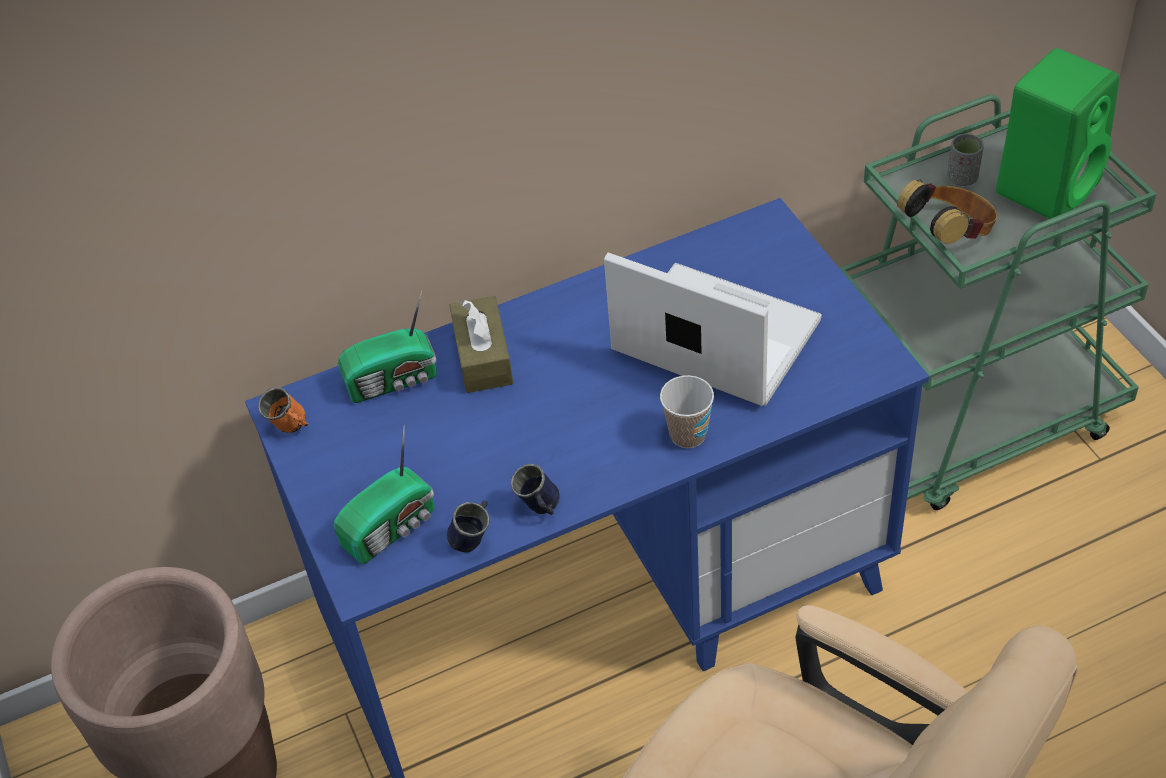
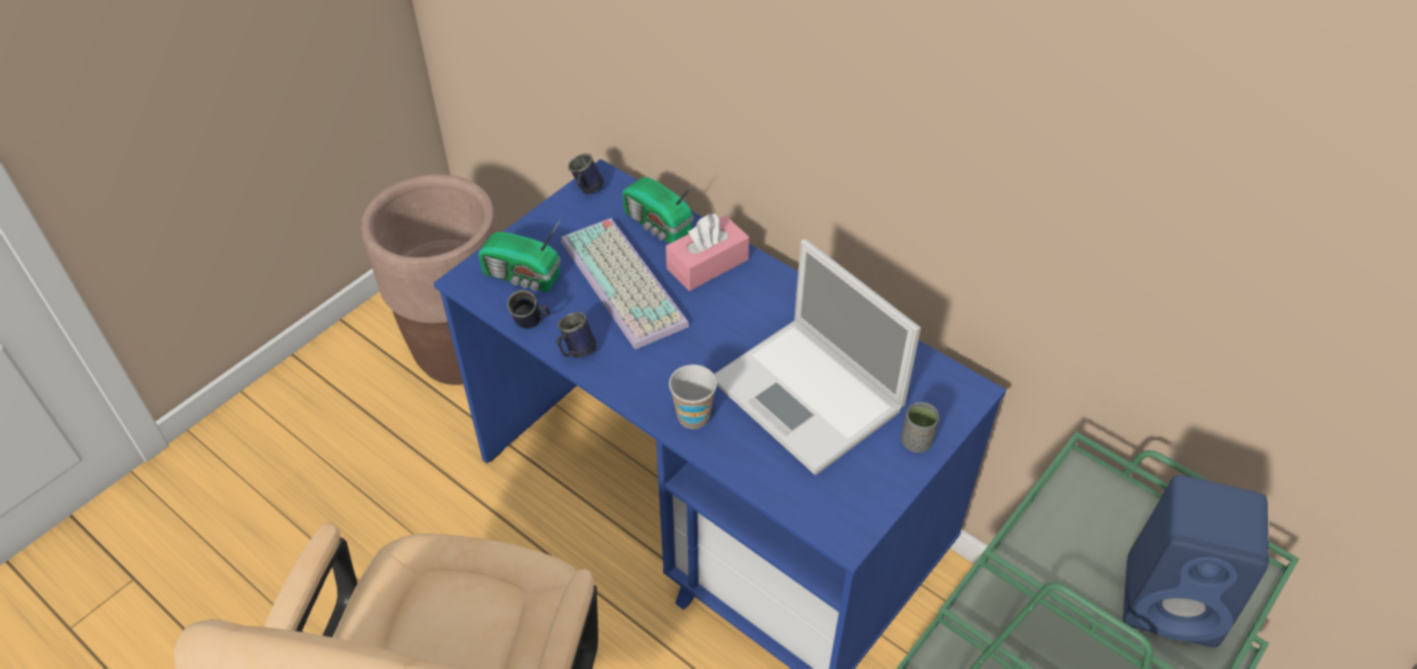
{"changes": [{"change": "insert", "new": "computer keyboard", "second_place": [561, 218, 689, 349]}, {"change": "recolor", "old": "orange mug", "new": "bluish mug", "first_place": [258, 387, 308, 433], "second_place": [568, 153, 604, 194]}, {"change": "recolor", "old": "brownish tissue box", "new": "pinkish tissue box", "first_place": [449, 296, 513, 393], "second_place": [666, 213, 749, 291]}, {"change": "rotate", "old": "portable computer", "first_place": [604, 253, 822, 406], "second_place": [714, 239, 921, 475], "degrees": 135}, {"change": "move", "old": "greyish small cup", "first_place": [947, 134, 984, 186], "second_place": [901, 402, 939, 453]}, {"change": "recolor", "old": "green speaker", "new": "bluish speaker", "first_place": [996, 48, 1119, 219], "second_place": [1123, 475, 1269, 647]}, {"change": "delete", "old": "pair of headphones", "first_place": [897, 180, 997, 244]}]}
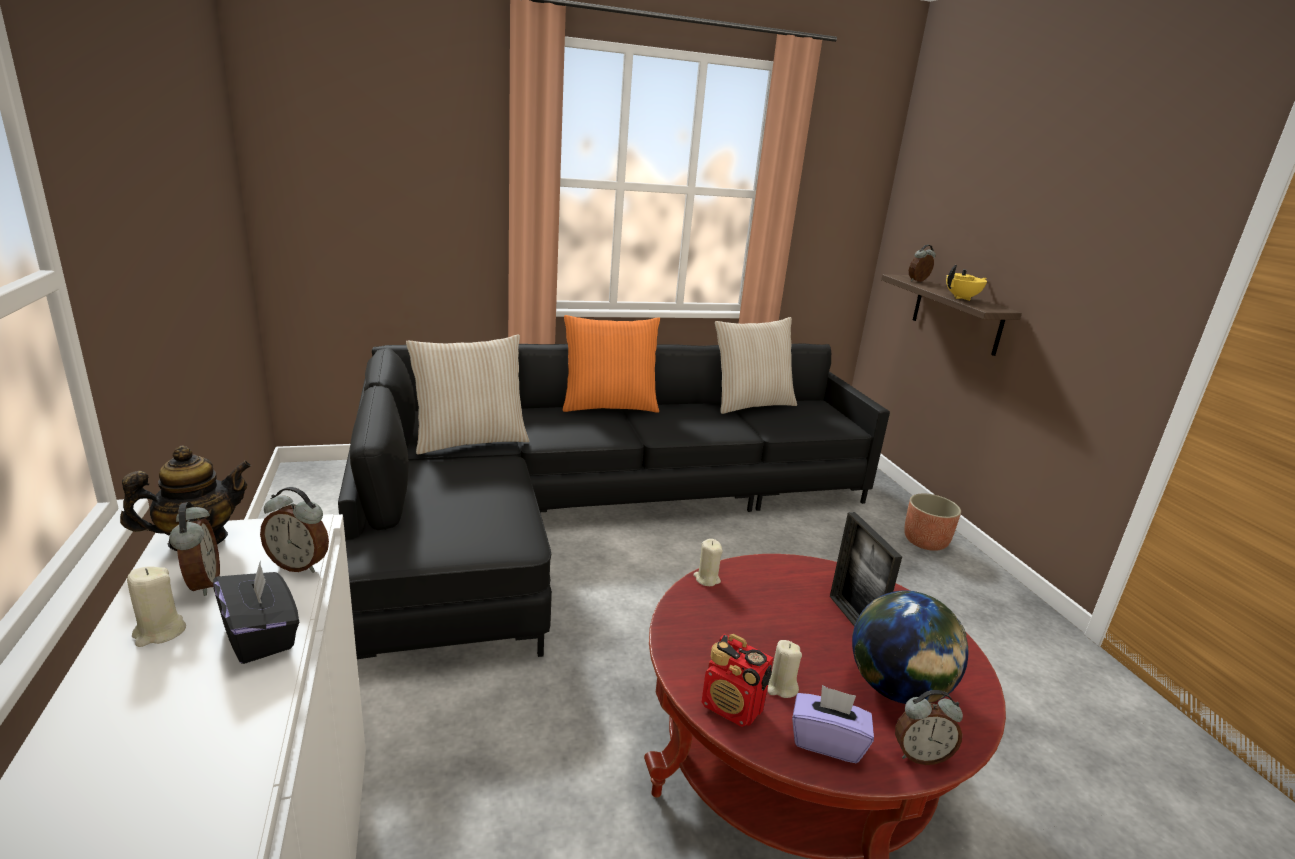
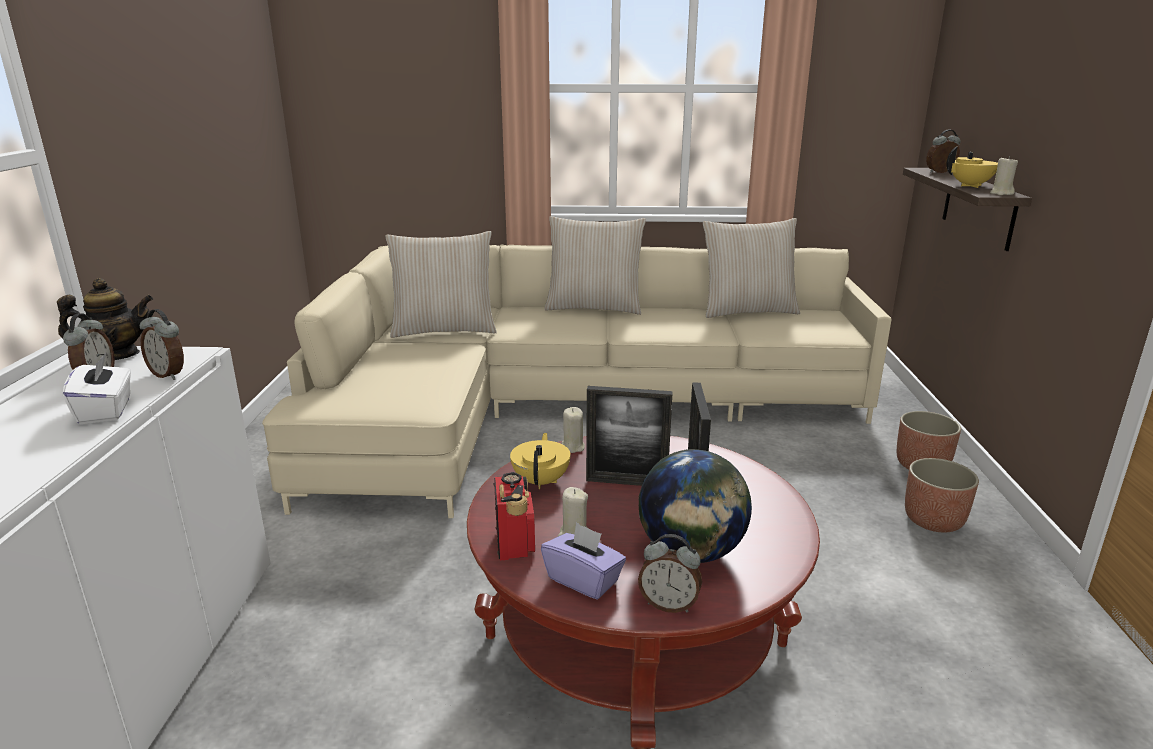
{"changes": [{"change": "recolor", "old": "black-coloured tissue box", "new": "white tissue box", "first_place": [213, 560, 299, 664], "second_place": [63, 353, 131, 424]}, {"change": "recolor", "old": "black-coloured settee", "new": "beige-coloured settee", "first_place": [338, 343, 890, 659], "second_place": [262, 244, 891, 518]}, {"change": "rotate", "old": "radio set", "first_place": [702, 634, 773, 727], "second_place": [493, 472, 535, 560], "degrees": -150}, {"change": "insert", "new": "yellow-coloured teapot", "second_place": [510, 433, 571, 489]}, {"change": "recolor", "old": "orange cushion", "new": "beige-coloured cushion", "first_place": [563, 315, 660, 413], "second_place": [545, 216, 646, 315]}, {"change": "insert", "new": "standing frame", "second_place": [586, 386, 673, 486]}, {"change": "insert", "new": "planter", "second_place": [905, 458, 979, 532]}, {"change": "move", "old": "beige-coloured wax light", "first_place": [127, 566, 186, 647], "second_place": [990, 156, 1018, 195]}]}
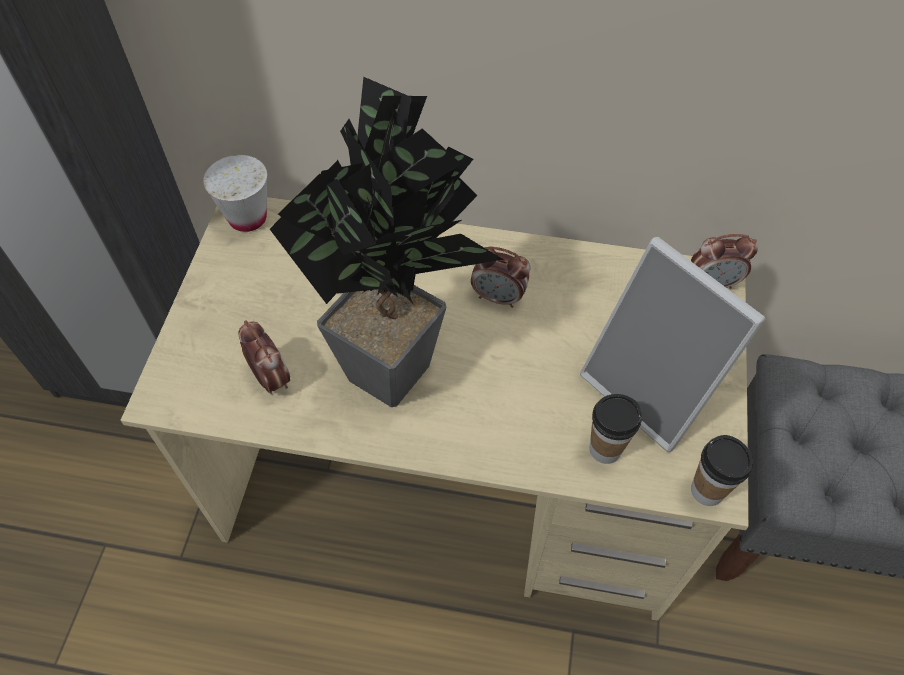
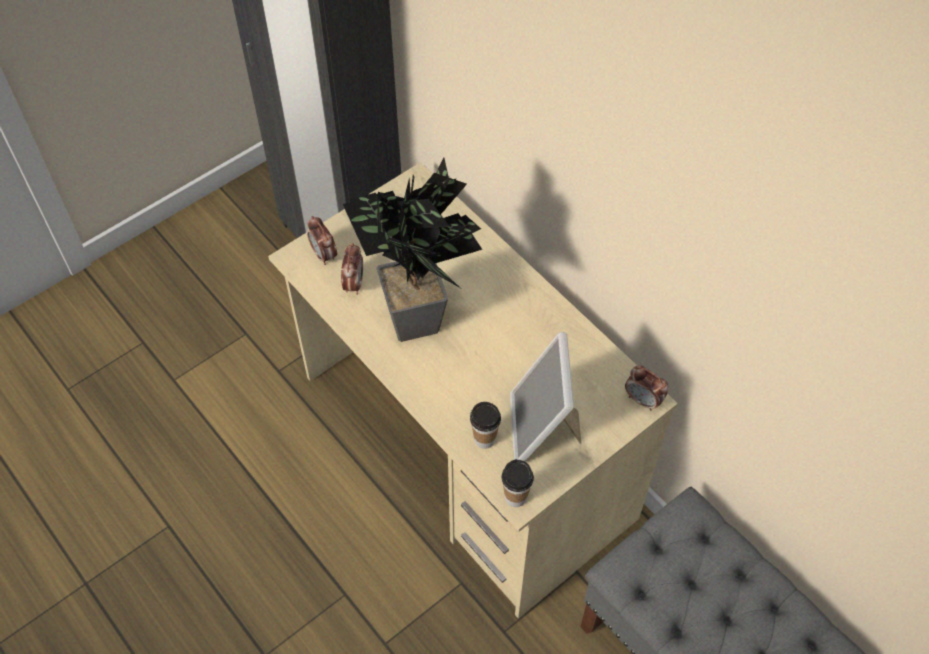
{"changes": [{"change": "move", "old": "alarm clock", "first_place": [471, 247, 530, 308], "second_place": [307, 216, 337, 265]}, {"change": "delete", "old": "white small cup", "first_place": [203, 155, 267, 232]}]}
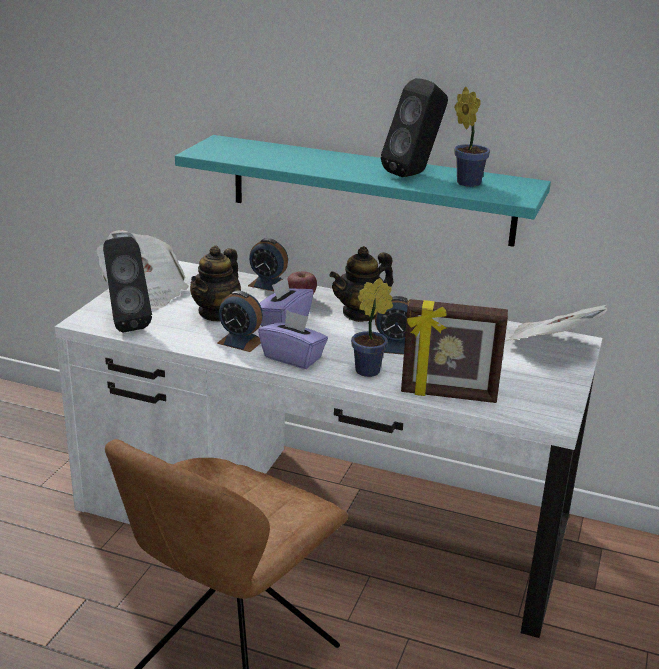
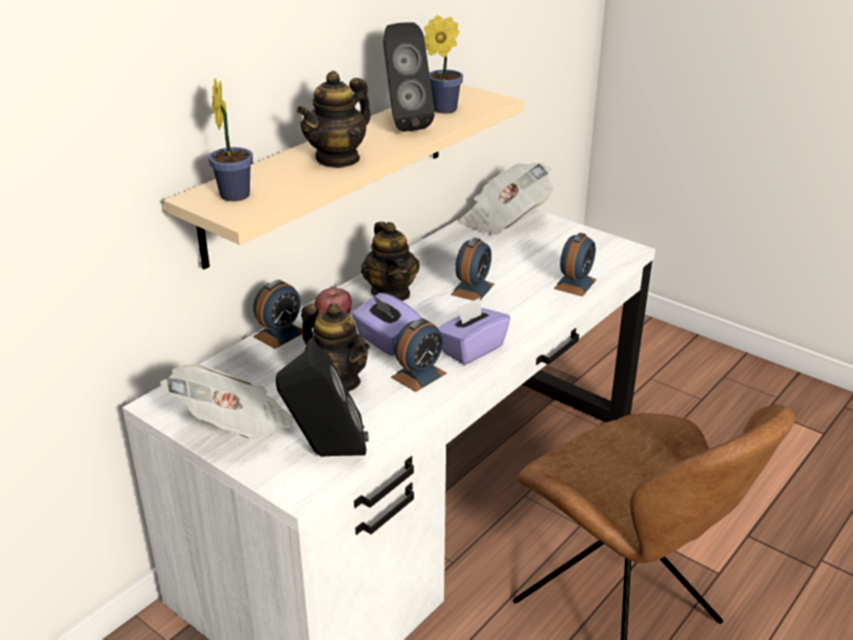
{"changes": [{"change": "recolor", "old": "turquoise-coloured shelf", "new": "beige-coloured shelf", "first_place": [175, 135, 551, 247], "second_place": [164, 84, 524, 269]}, {"change": "move", "old": "houseplant", "first_place": [351, 278, 393, 377], "second_place": [208, 78, 253, 201]}, {"change": "insert", "new": "teapot", "second_place": [297, 71, 371, 168]}, {"change": "replace", "old": "standing frame", "new": "alarm clock", "first_place": [401, 299, 508, 403], "second_place": [554, 233, 597, 297]}]}
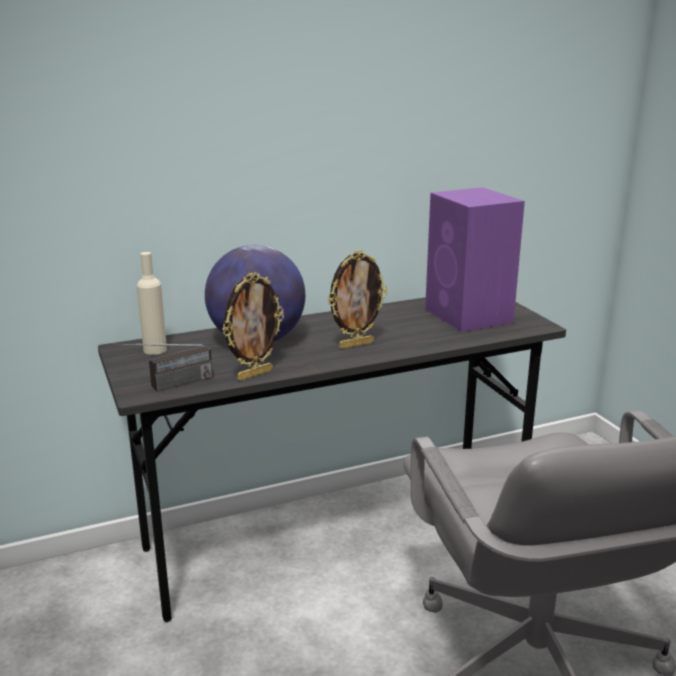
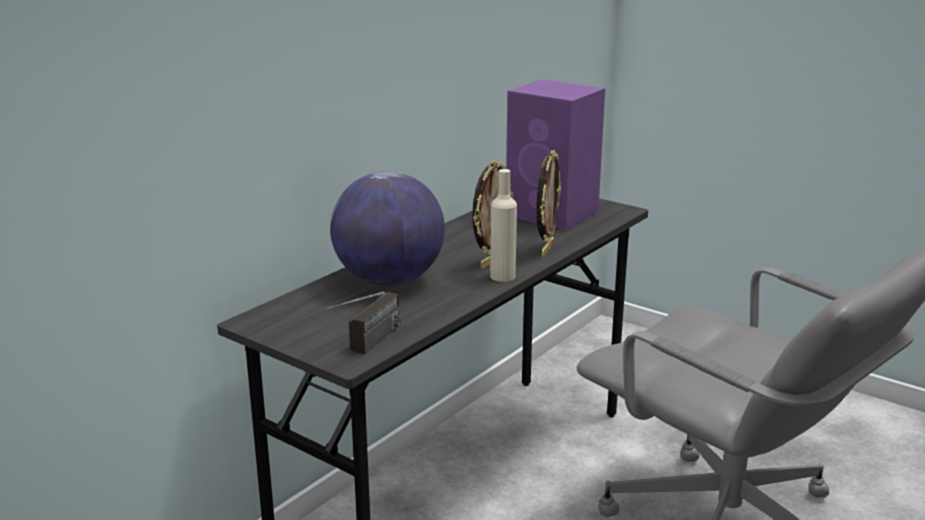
{"changes": [{"change": "move", "old": "beige-coloured drink bottle", "first_place": [137, 252, 167, 355], "second_place": [490, 169, 517, 282]}, {"change": "move", "old": "standing frame", "first_place": [222, 272, 284, 381], "second_place": [537, 150, 561, 257]}]}
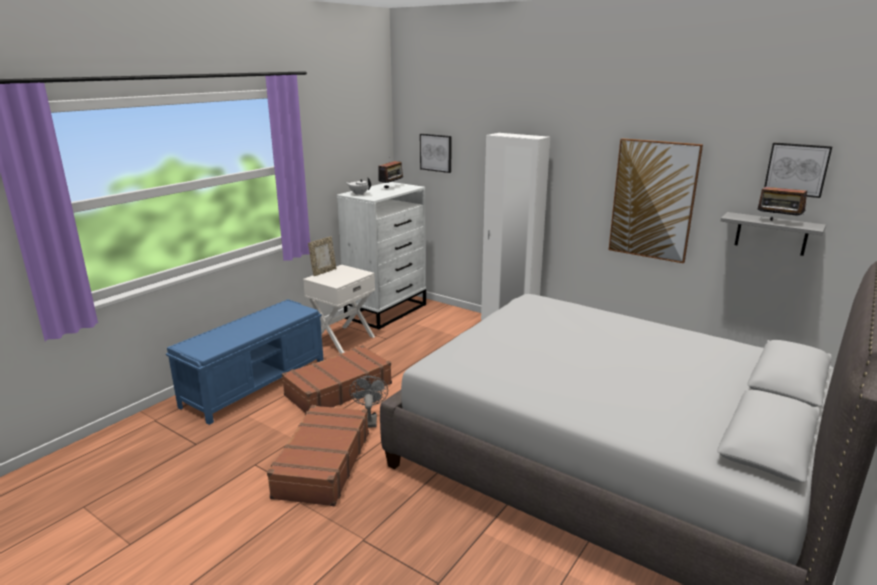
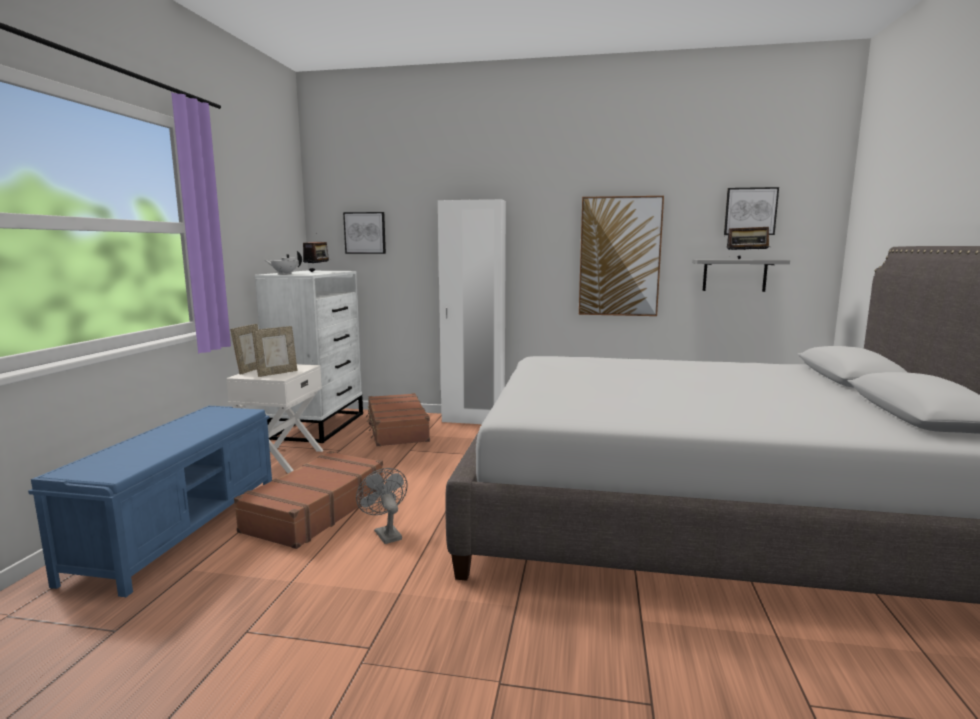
{"changes": [{"change": "insert", "new": "standing frame", "second_place": [252, 326, 298, 377]}, {"change": "move", "old": "brownish piece of luggage", "first_place": [267, 405, 369, 506], "second_place": [366, 393, 430, 446]}]}
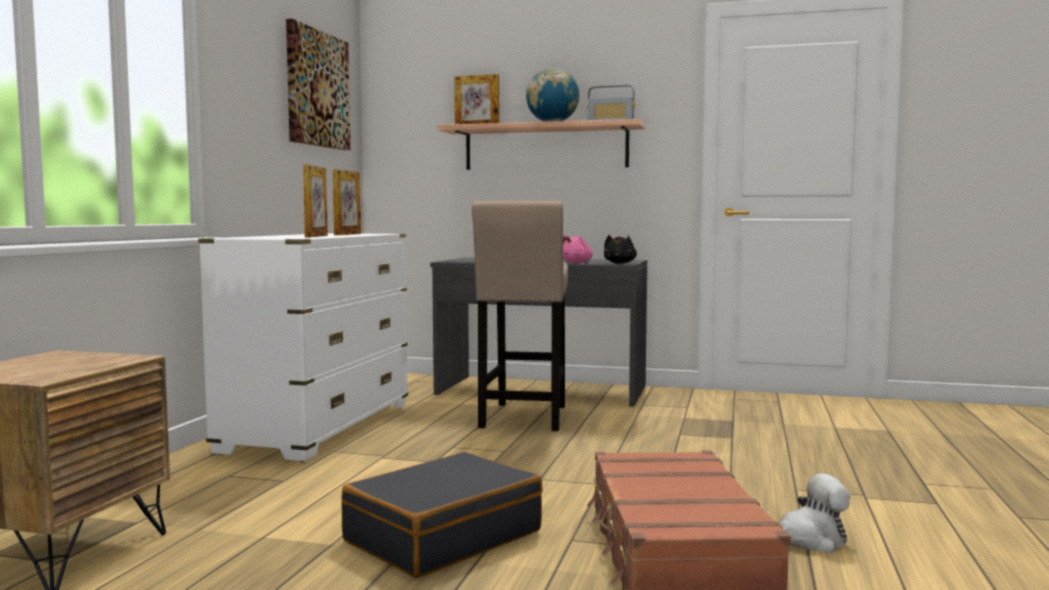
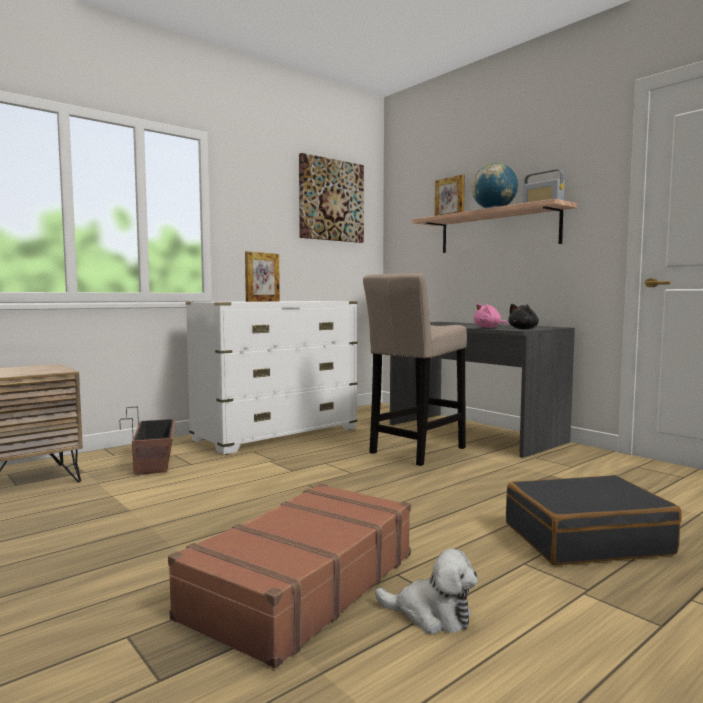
{"changes": [{"change": "insert", "new": "planter", "second_place": [120, 407, 175, 475]}, {"change": "move", "old": "black-coloured piece of luggage", "first_place": [341, 452, 543, 578], "second_place": [506, 475, 682, 565]}, {"change": "delete", "old": "standing frame", "first_place": [333, 169, 361, 235]}]}
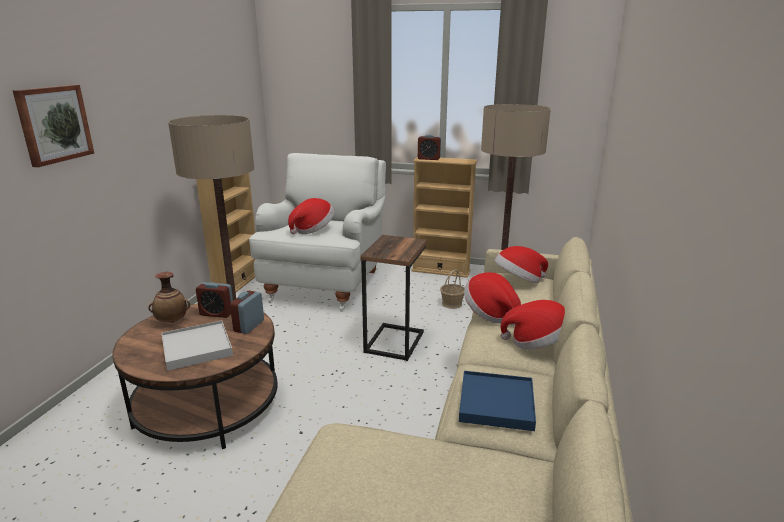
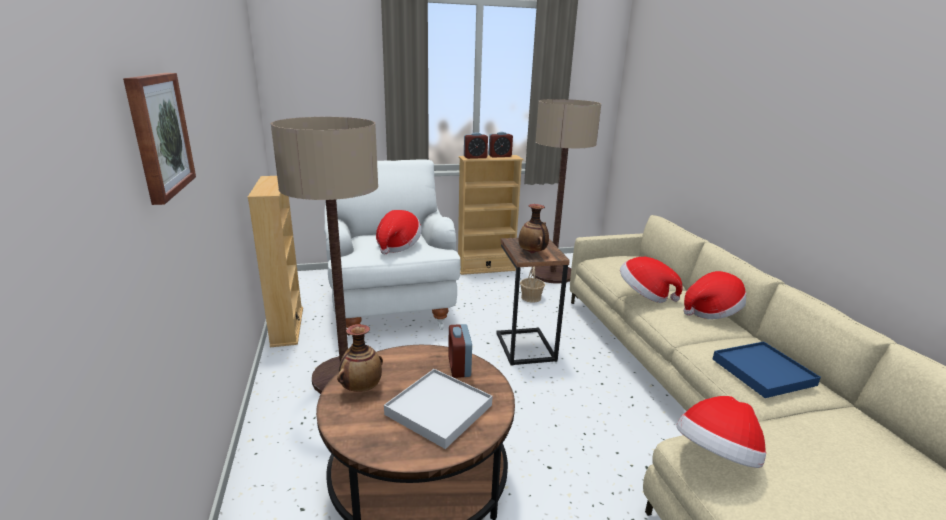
{"changes": [{"change": "move", "old": "alarm clock", "first_place": [196, 282, 233, 318], "second_place": [489, 132, 513, 158]}, {"change": "insert", "new": "vase", "second_place": [518, 204, 549, 253]}, {"change": "move", "old": "hat", "first_place": [494, 246, 548, 283], "second_place": [676, 396, 766, 468]}]}
